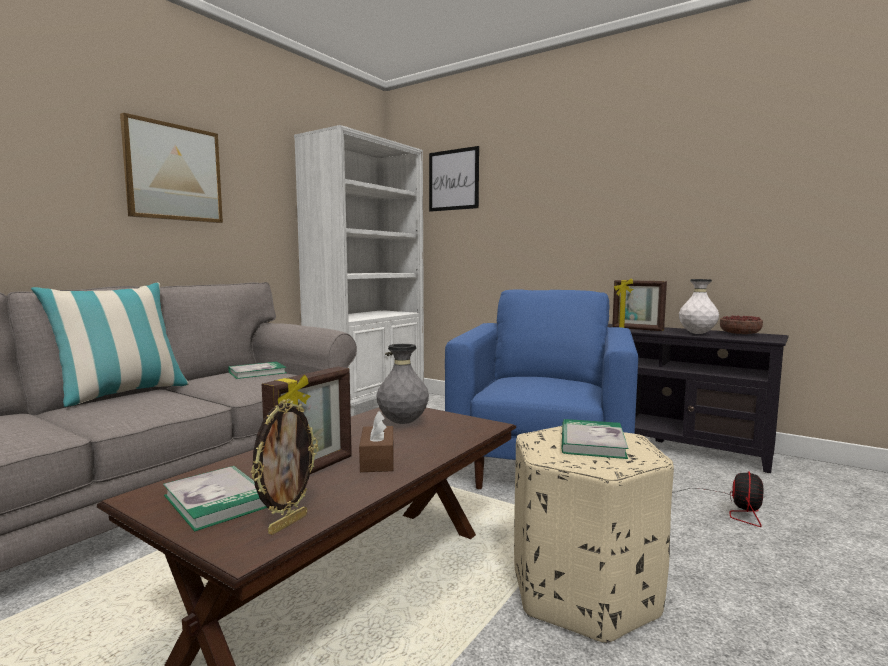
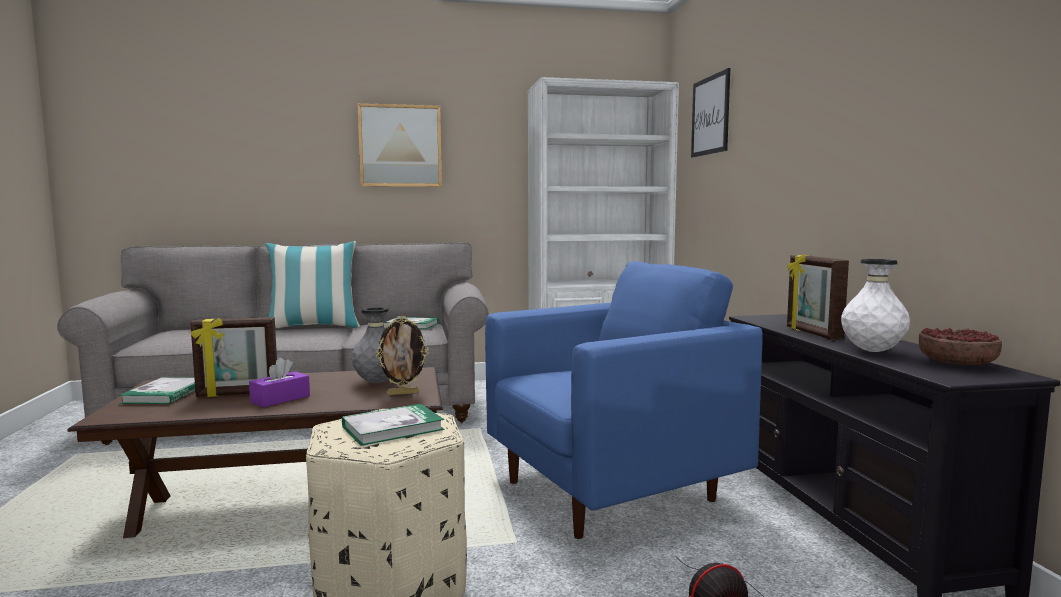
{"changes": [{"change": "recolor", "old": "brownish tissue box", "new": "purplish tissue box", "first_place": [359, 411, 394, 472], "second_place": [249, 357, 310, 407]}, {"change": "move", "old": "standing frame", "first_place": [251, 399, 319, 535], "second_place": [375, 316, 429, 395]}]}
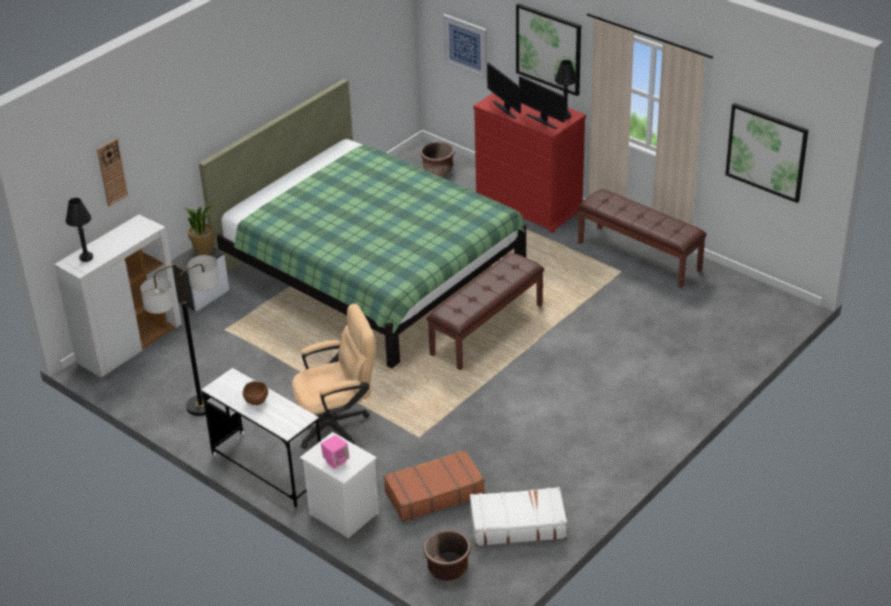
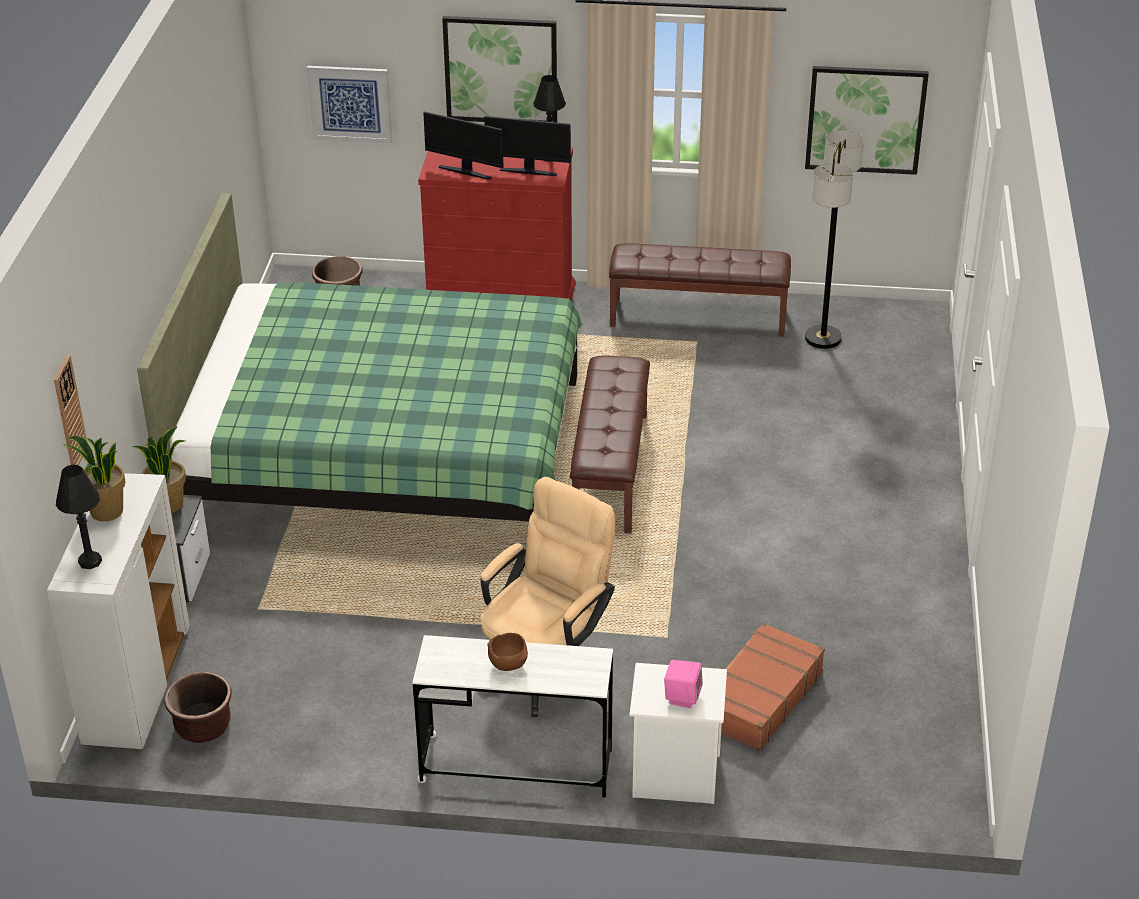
{"changes": [{"change": "insert", "new": "houseplant", "second_place": [63, 436, 125, 522]}, {"change": "move", "old": "brownish planter", "first_place": [424, 530, 471, 581], "second_place": [164, 671, 232, 743]}, {"change": "move", "old": "floor lamp", "first_place": [140, 255, 220, 416], "second_place": [805, 130, 864, 349]}, {"change": "delete", "old": "white piece of luggage", "first_place": [470, 487, 567, 546]}]}
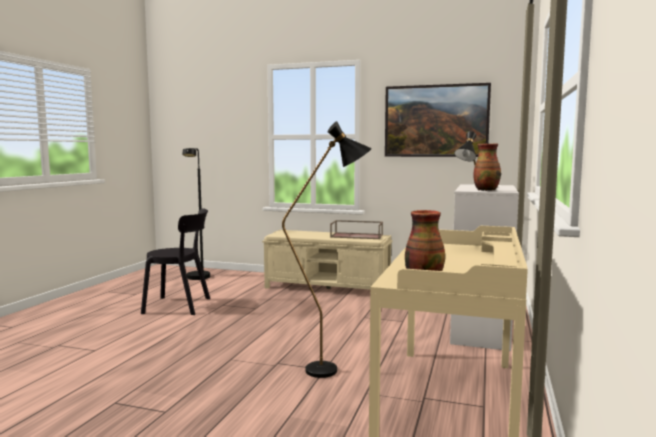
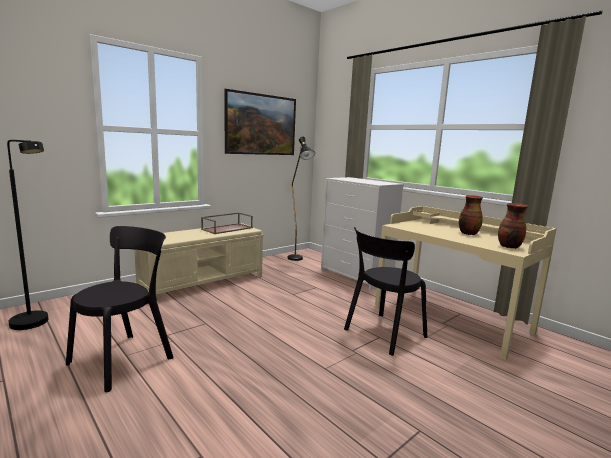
{"changes": [{"change": "replace", "old": "black-coloured floor lamp", "new": "black-coloured plain chair", "first_place": [282, 121, 372, 378], "second_place": [344, 227, 427, 356]}, {"change": "move", "old": "vase", "first_place": [473, 144, 501, 191], "second_place": [459, 195, 483, 235]}]}
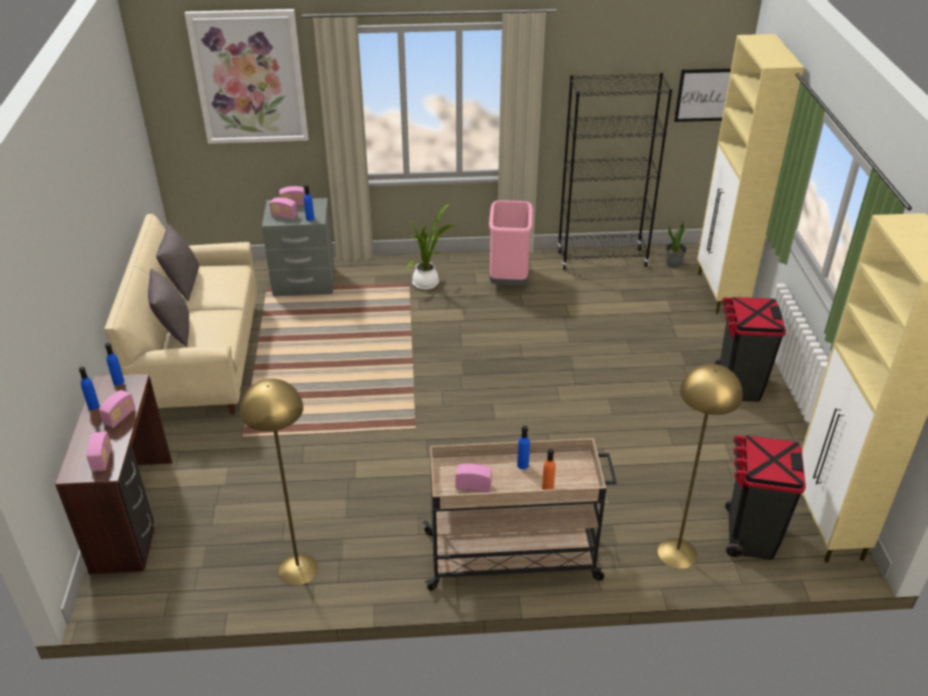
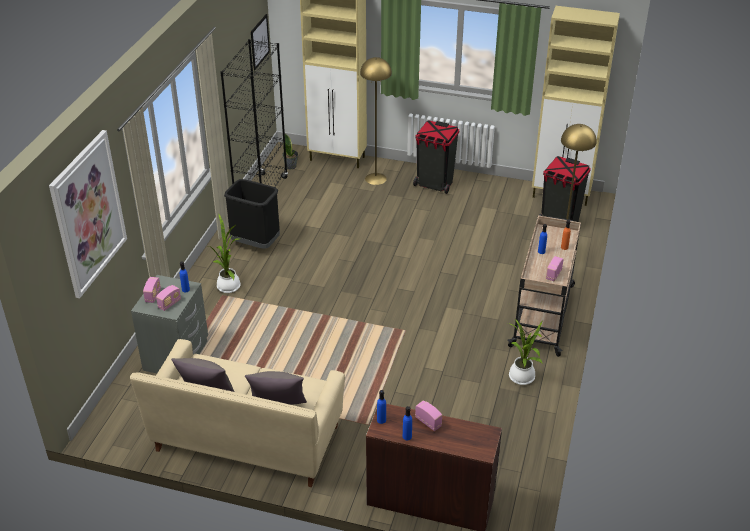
{"changes": [{"change": "recolor", "old": "pinkish waste bin", "new": "black-coloured waste bin", "first_place": [489, 200, 533, 285], "second_place": [224, 179, 280, 249]}, {"change": "move", "old": "yellow-coloured floor lamp", "first_place": [240, 379, 318, 585], "second_place": [360, 57, 392, 185]}, {"change": "insert", "new": "houseplant", "second_place": [508, 319, 543, 385]}, {"change": "delete", "old": "radio set", "first_place": [87, 432, 112, 472]}]}
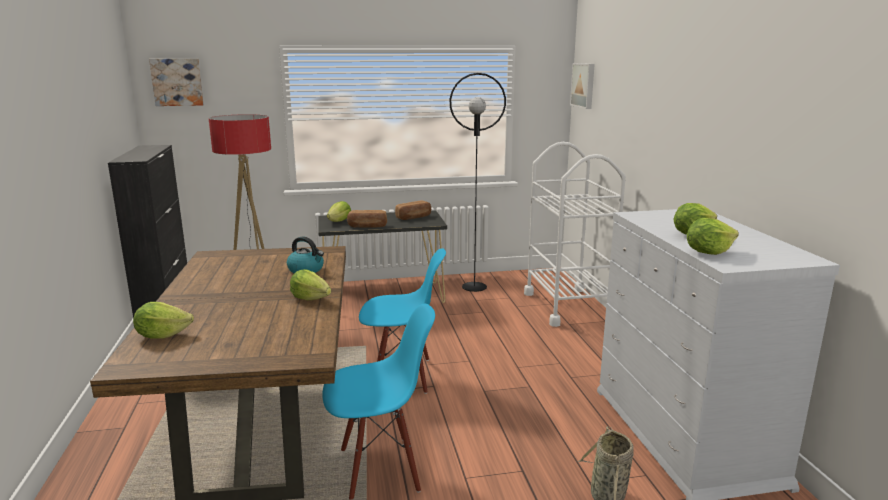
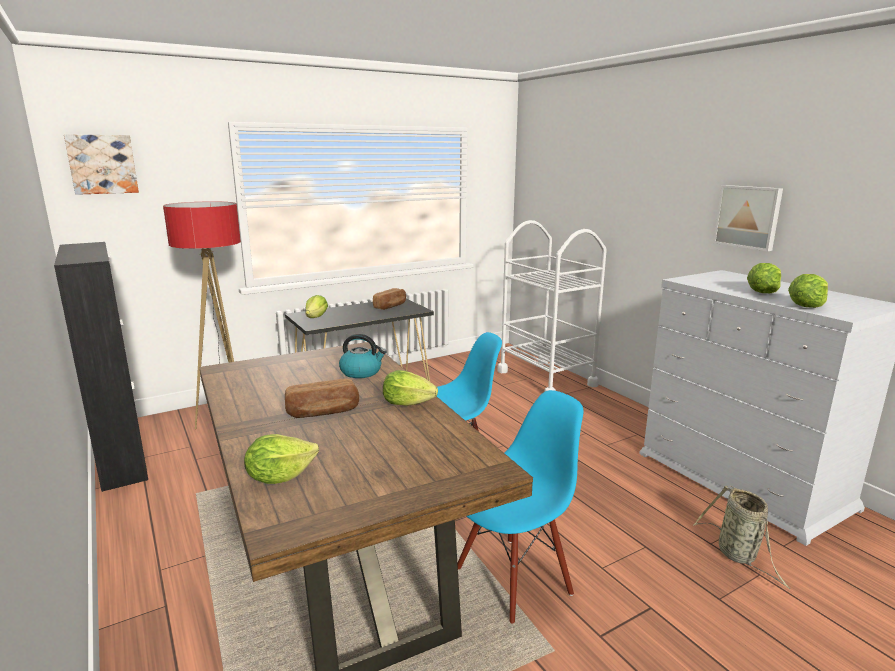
{"changes": [{"change": "move", "old": "bakery bread", "first_place": [347, 210, 387, 228], "second_place": [285, 379, 359, 418]}, {"change": "move", "old": "picture", "first_place": [570, 63, 595, 109], "second_place": [713, 185, 783, 251]}, {"change": "delete", "old": "black-coloured floor lamp", "first_place": [450, 73, 506, 292]}]}
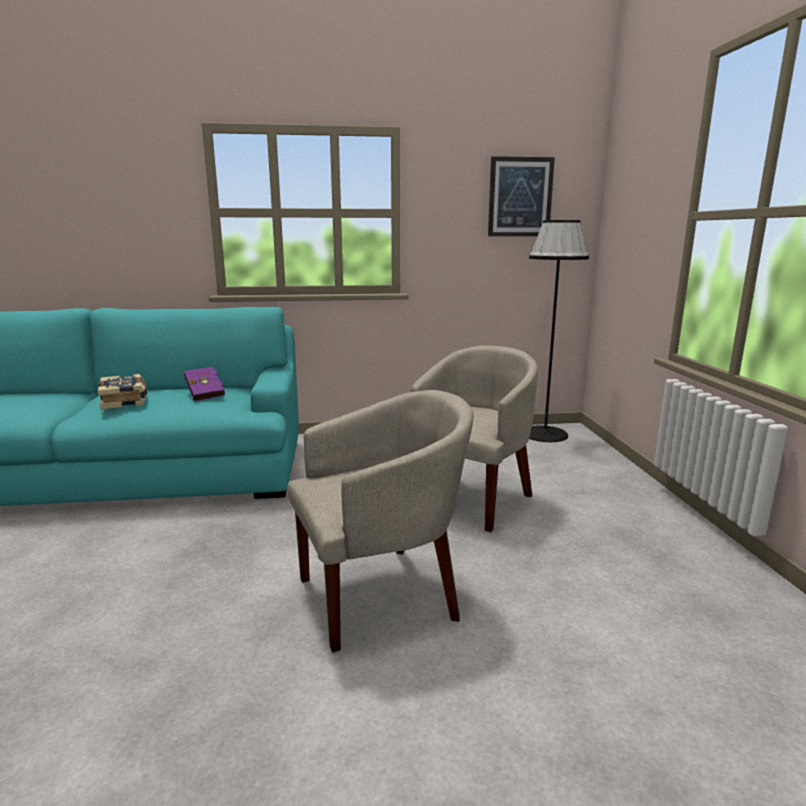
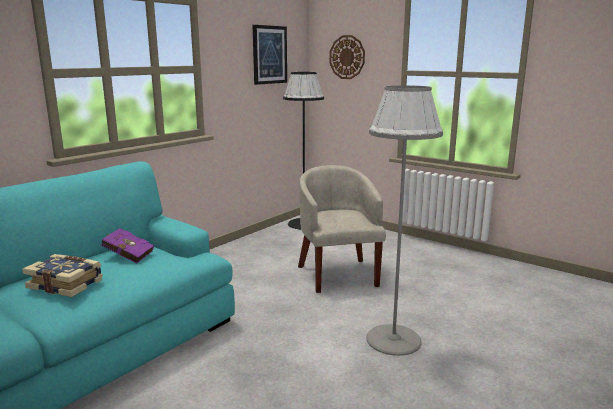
{"changes": [{"change": "insert", "new": "clock on the wall", "second_place": [329, 35, 365, 79]}, {"change": "replace", "old": "beige-coloured armchair", "new": "greyish floor lamp", "first_place": [287, 390, 474, 653], "second_place": [366, 85, 443, 356]}]}
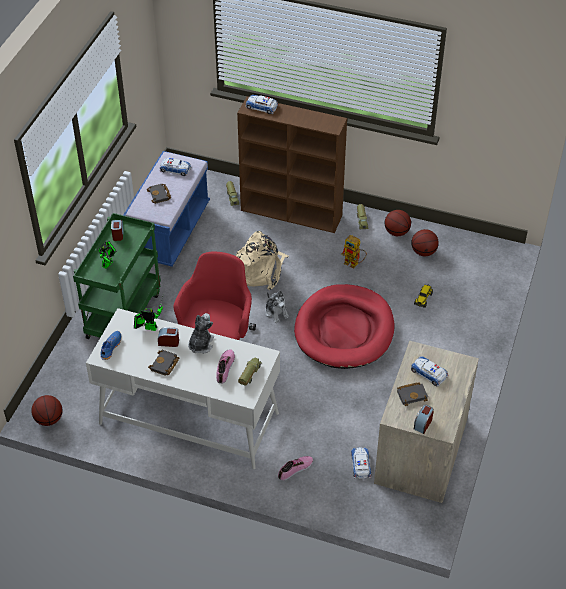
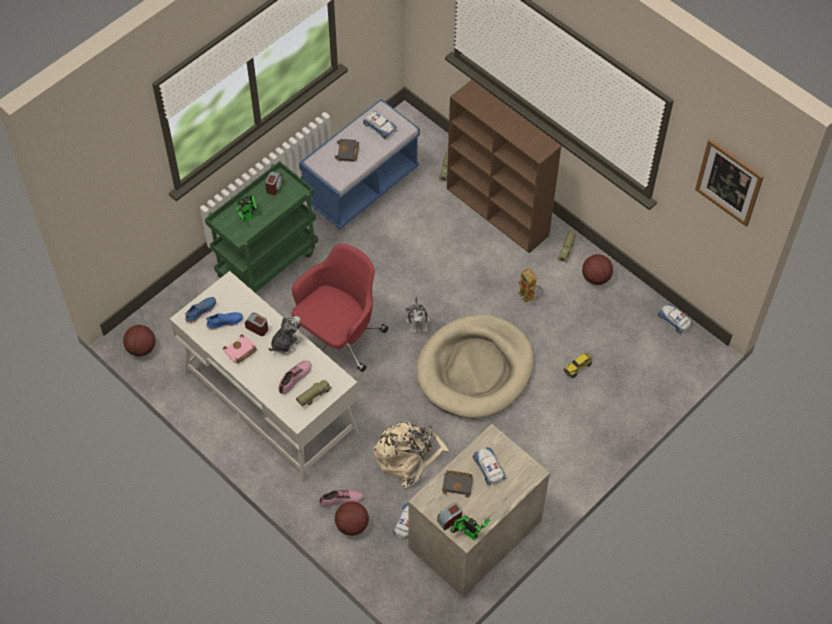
{"changes": [{"change": "insert", "new": "bluish item of footwear", "second_place": [206, 312, 243, 330]}, {"change": "recolor", "old": "black-coloured volume", "new": "pinkish volume", "first_place": [148, 350, 179, 376], "second_place": [223, 334, 257, 364]}, {"change": "move", "old": "basketball", "first_place": [411, 229, 439, 256], "second_place": [335, 501, 369, 536]}, {"change": "move", "old": "beige-coloured knapsack", "first_place": [236, 231, 289, 290], "second_place": [374, 422, 449, 488]}, {"change": "recolor", "old": "reddish dog cushion", "new": "beige-coloured dog cushion", "first_place": [294, 284, 394, 369], "second_place": [416, 314, 534, 418]}, {"change": "move", "old": "robot figure", "first_place": [134, 297, 163, 331], "second_place": [451, 513, 493, 540]}, {"change": "move", "old": "model car", "first_place": [246, 95, 278, 114], "second_place": [658, 303, 693, 335]}, {"change": "insert", "new": "picture", "second_place": [695, 139, 764, 227]}]}
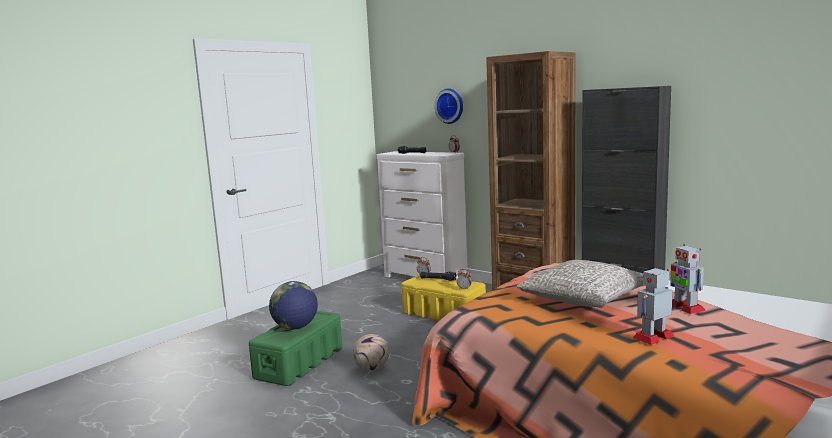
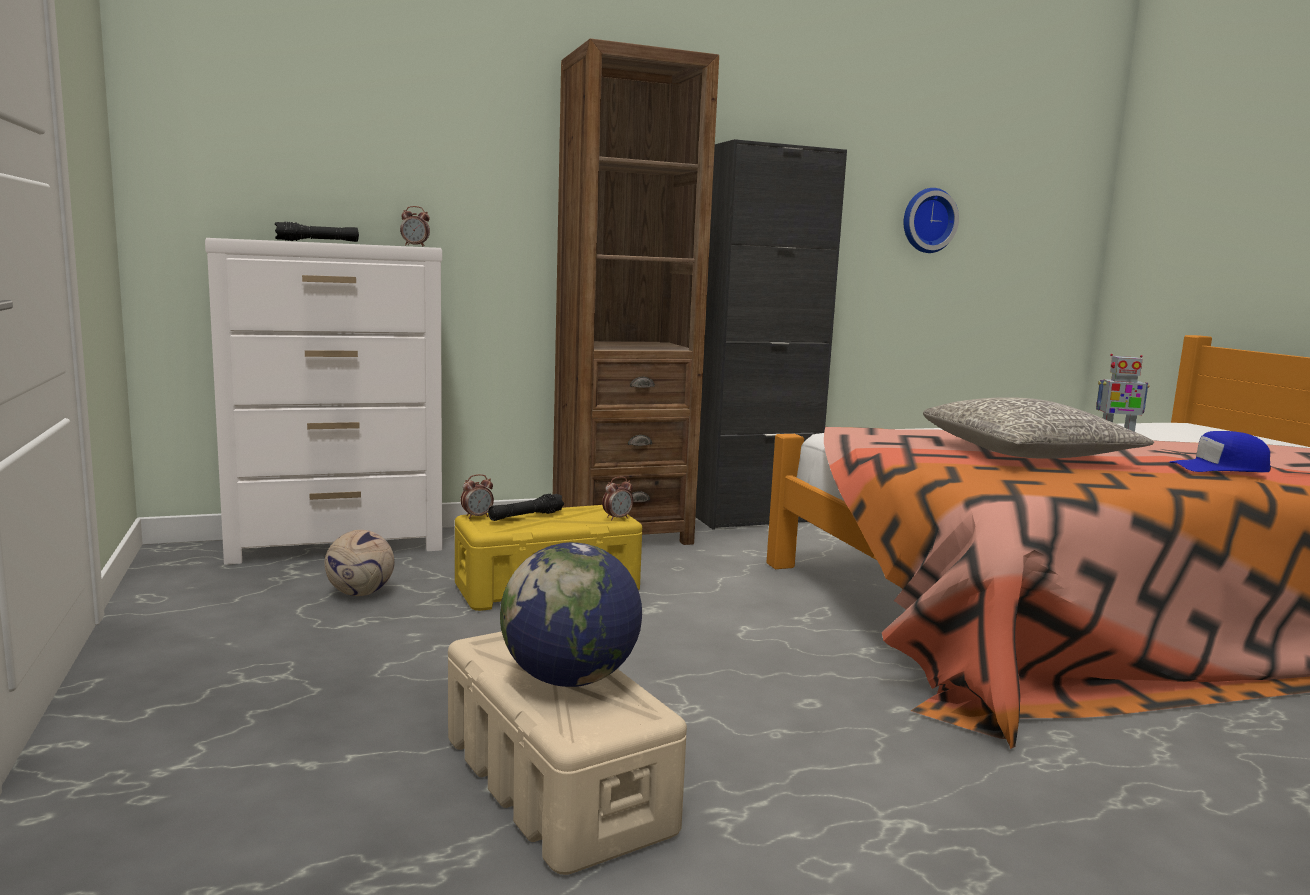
{"changes": [{"change": "move", "old": "ball for football", "first_place": [353, 334, 389, 370], "second_place": [325, 530, 395, 596]}, {"change": "recolor", "old": "green storage bin", "new": "beige-coloured storage bin", "first_place": [249, 311, 342, 386], "second_place": [448, 631, 687, 875]}, {"change": "move", "old": "clock on the wall", "first_place": [434, 88, 463, 124], "second_place": [904, 188, 959, 253]}, {"change": "replace", "old": "robot figure", "new": "bluish peaked cap", "first_place": [633, 268, 674, 345], "second_place": [1169, 431, 1271, 472]}]}
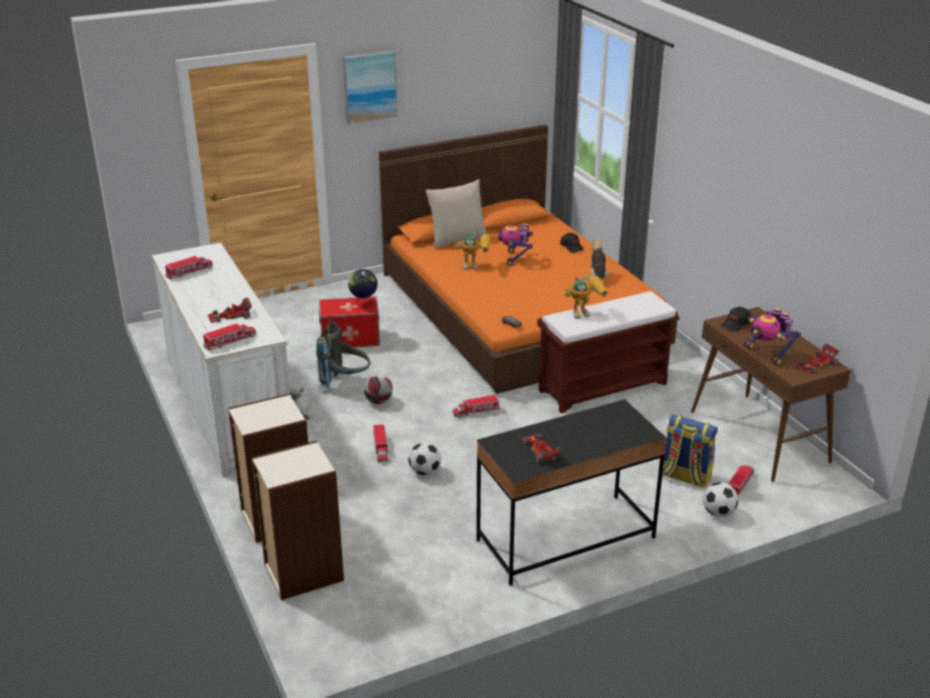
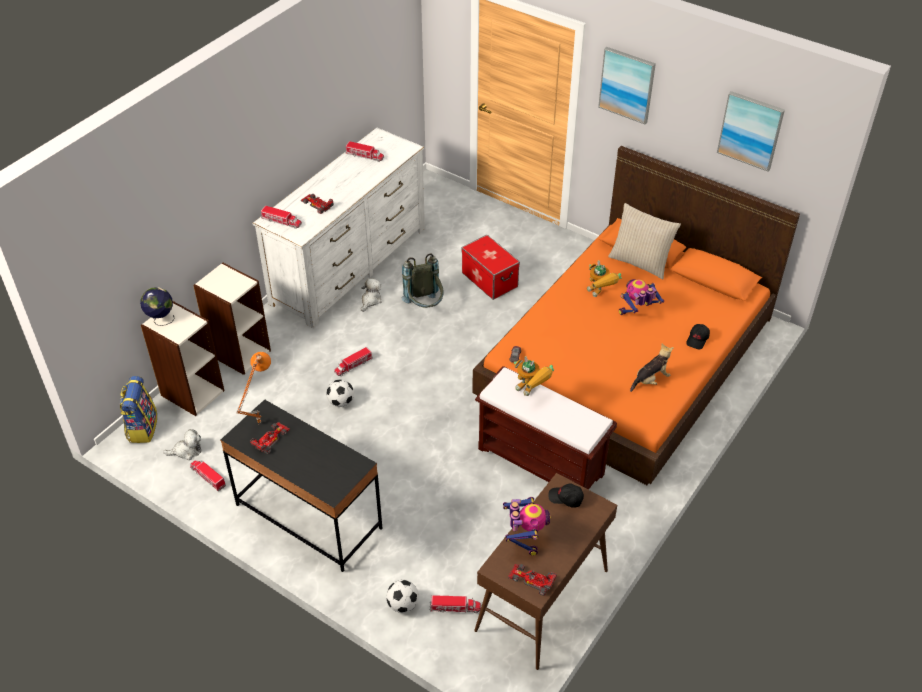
{"changes": [{"change": "move", "old": "knapsack", "first_place": [662, 414, 718, 488], "second_place": [120, 376, 157, 443]}, {"change": "move", "old": "world globe", "first_place": [348, 269, 377, 307], "second_place": [140, 287, 175, 326]}, {"change": "insert", "new": "soft toy", "second_place": [163, 429, 201, 460]}, {"change": "move", "old": "toy truck", "first_place": [452, 395, 500, 418], "second_place": [190, 460, 226, 491]}, {"change": "insert", "new": "orange lamp for a table", "second_place": [236, 352, 271, 424]}, {"change": "rotate", "old": "robot figure", "first_place": [744, 308, 801, 365], "second_place": [503, 497, 551, 556], "degrees": 150}, {"change": "insert", "new": "picture", "second_place": [717, 91, 785, 172]}, {"change": "delete", "old": "ball for football", "first_place": [364, 374, 393, 404]}]}
